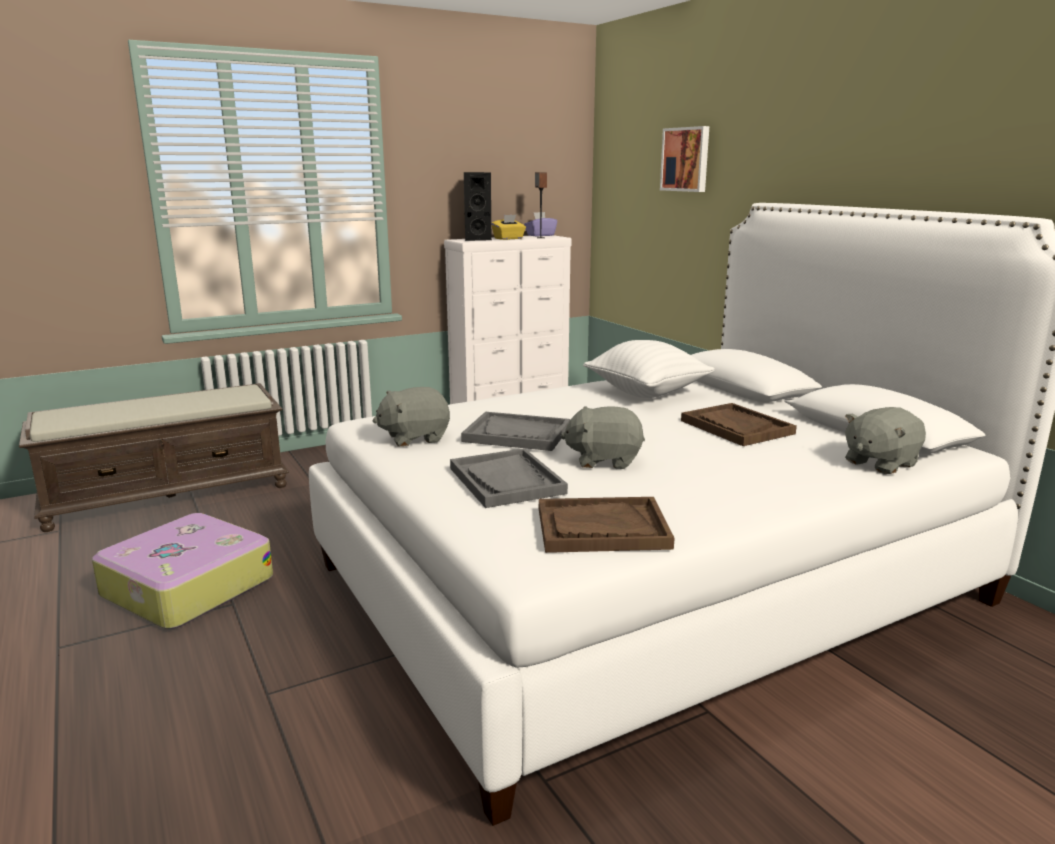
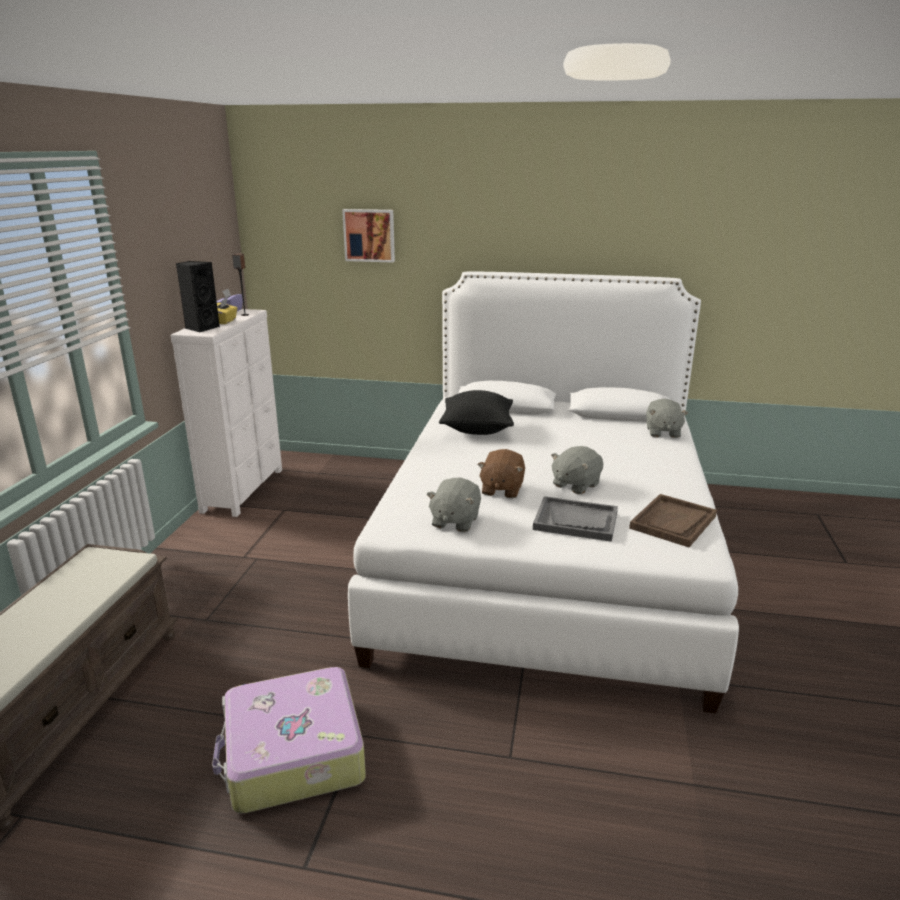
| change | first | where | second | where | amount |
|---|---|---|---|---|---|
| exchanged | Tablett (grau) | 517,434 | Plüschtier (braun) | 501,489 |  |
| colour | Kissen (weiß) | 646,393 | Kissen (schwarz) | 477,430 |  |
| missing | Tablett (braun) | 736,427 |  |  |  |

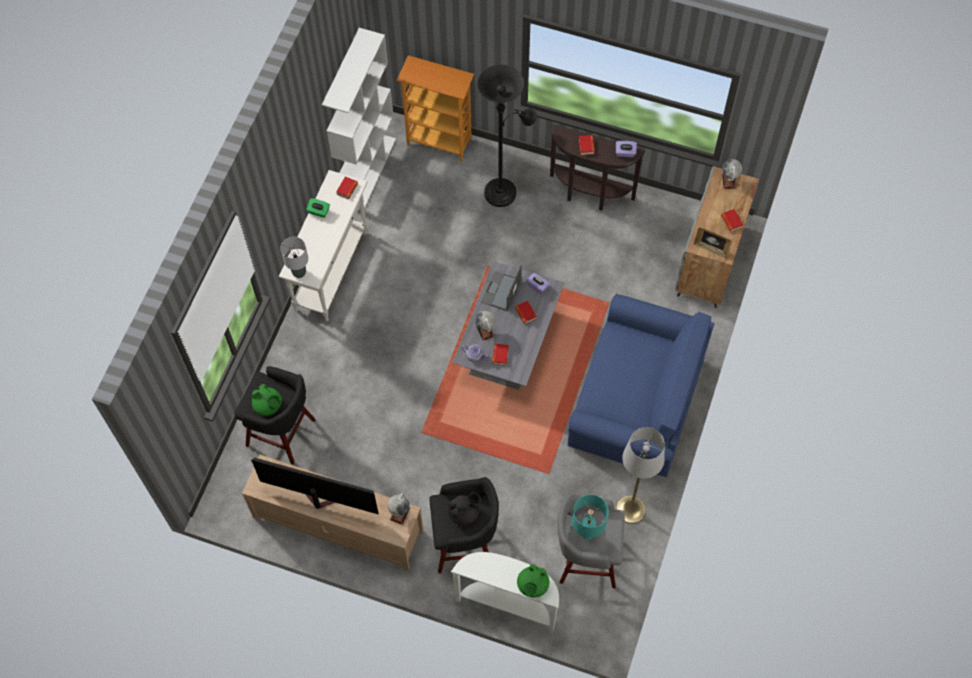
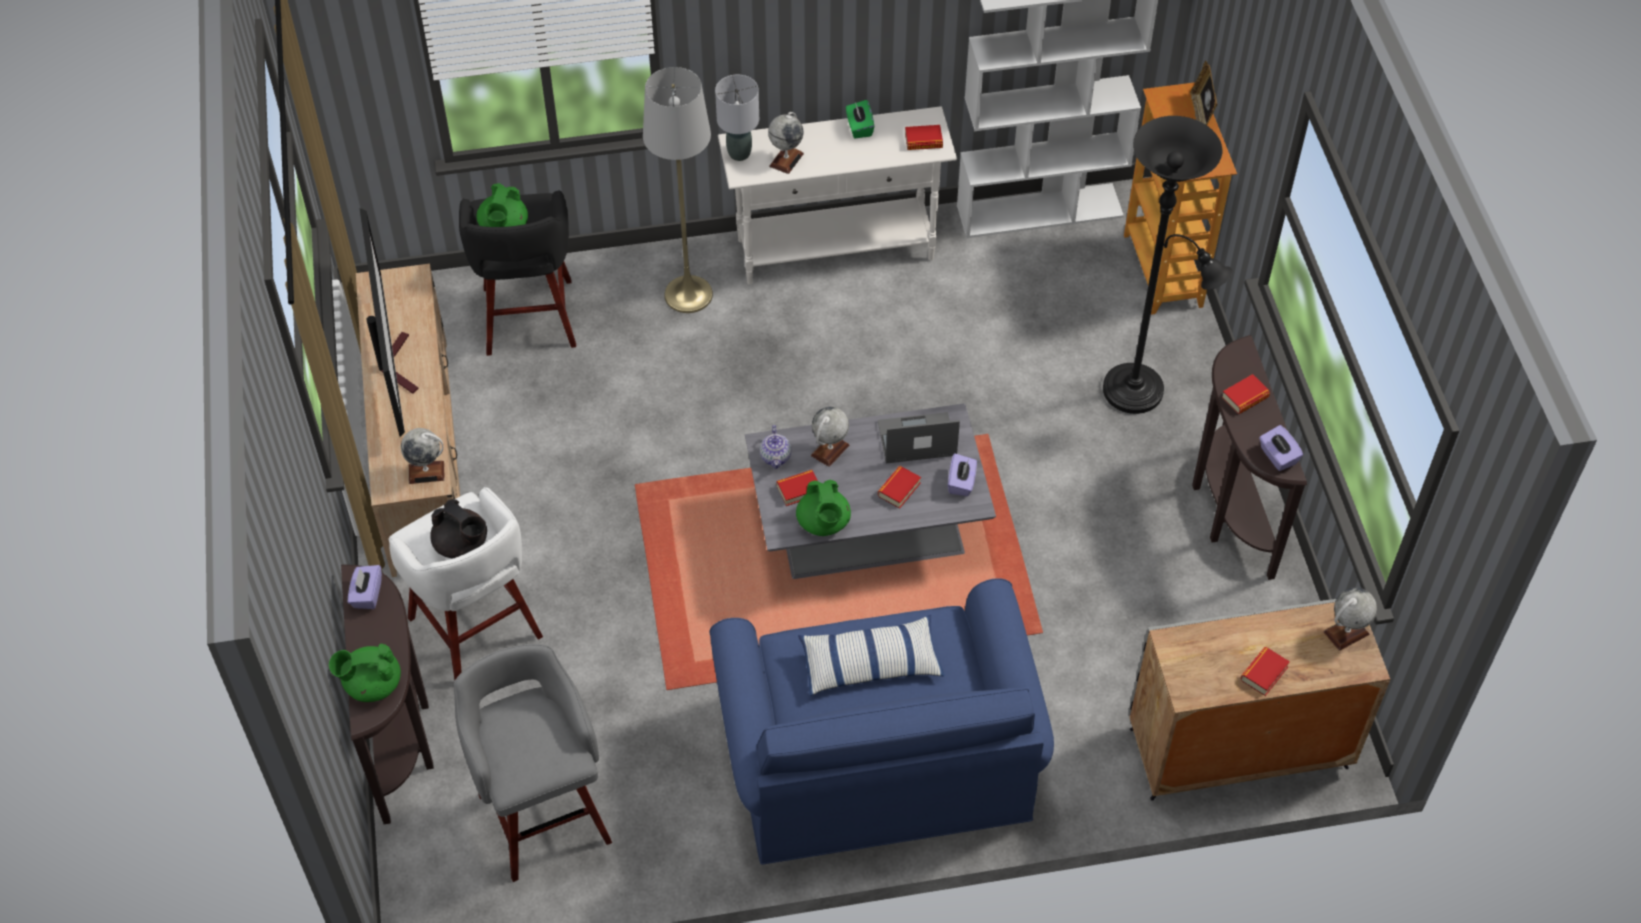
| change | first | where | second | where | amount |
|---|---|---|---|---|---|
| colour | Hocker (schwarz) | 465,544 | Hocker (weiß) | 477,631 |  |
| colour | Konsolentisch (weiß) | 508,604 | Konsolentisch (braun) | 403,737 |  |
| missing | Tischlampe (türkis) | 587,532 |  |  |  |
| relocated | Stehlampe (grau) | 630,509 |  | 688,294 |  |
| relocated | Bilderrahmen | 711,248 |  | 1201,115 |  |
| appeared |  |  | Taschentuchbox (lila) | 367,594 |  |
| appeared |  |  | Globus | 786,159 |  |
| appeared |  |  | Teekanne (grün) | 823,523 |  |
| appeared |  |  | Kissen | 870,664 |  |

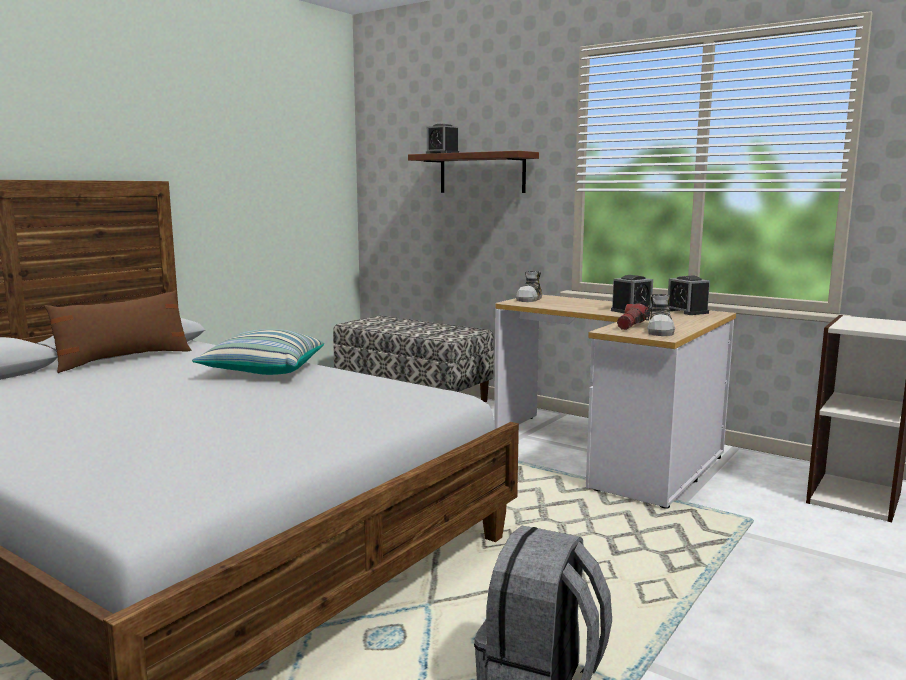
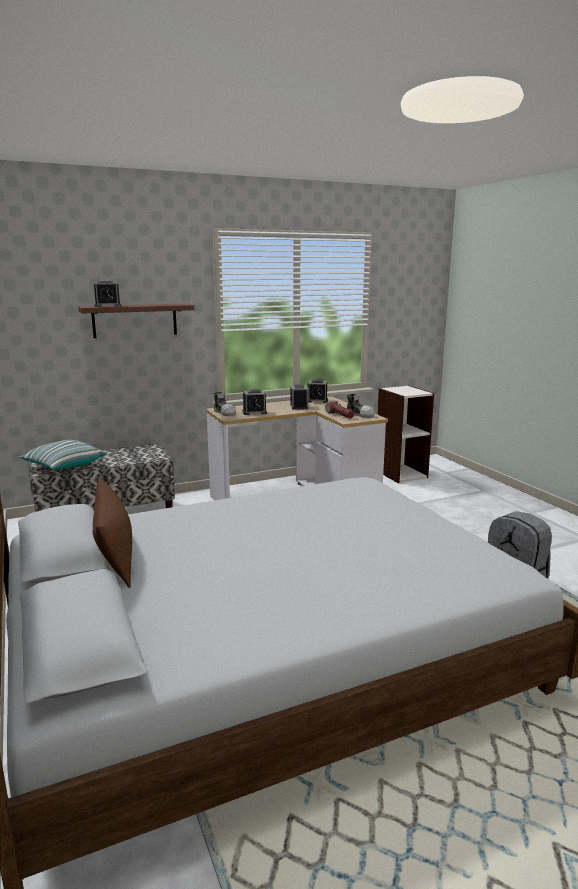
| change | first | where | second | where | amount |
|---|---|---|---|---|---|
| relocated | Kissen | 263,371 |  | 64,466 |  |
| appeared |  |  | Wecker | 254,412 |  |

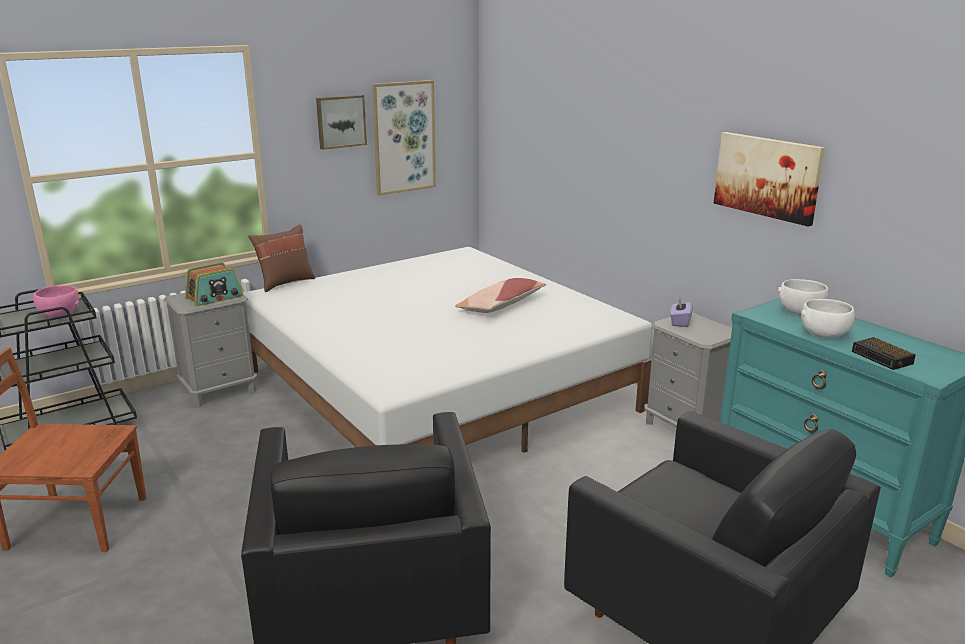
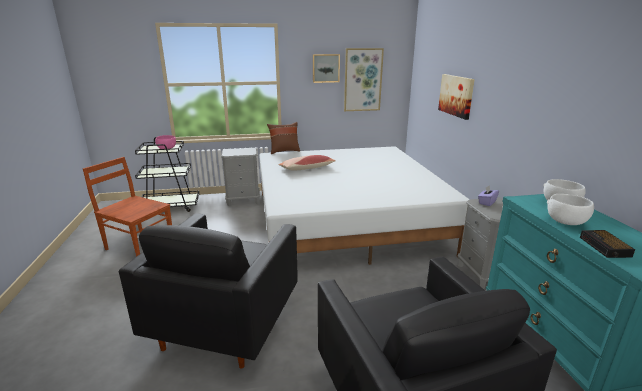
| change | first | where | second | where | amount |
|---|---|---|---|---|---|
| missing | Radio | 214,298 |  |  |  |
| relocated | Kissen | 501,305 |  | 307,168 |  |
| relocated | Bild | 767,177 |  | 456,95 |  |

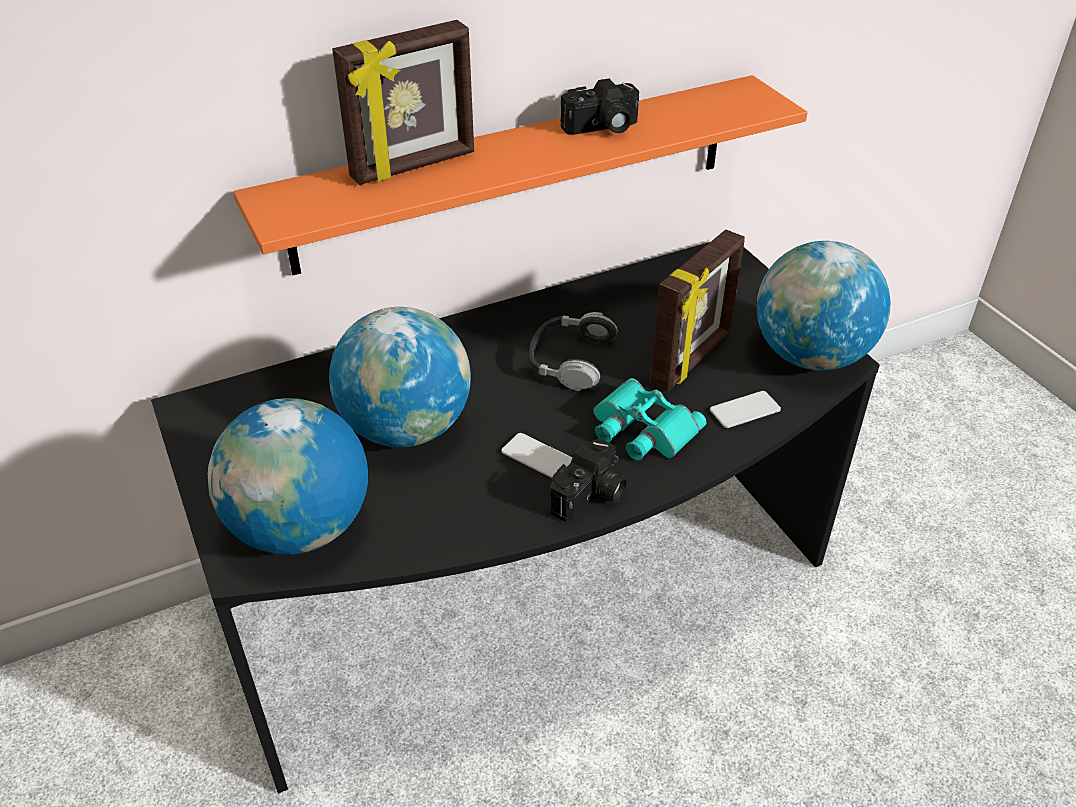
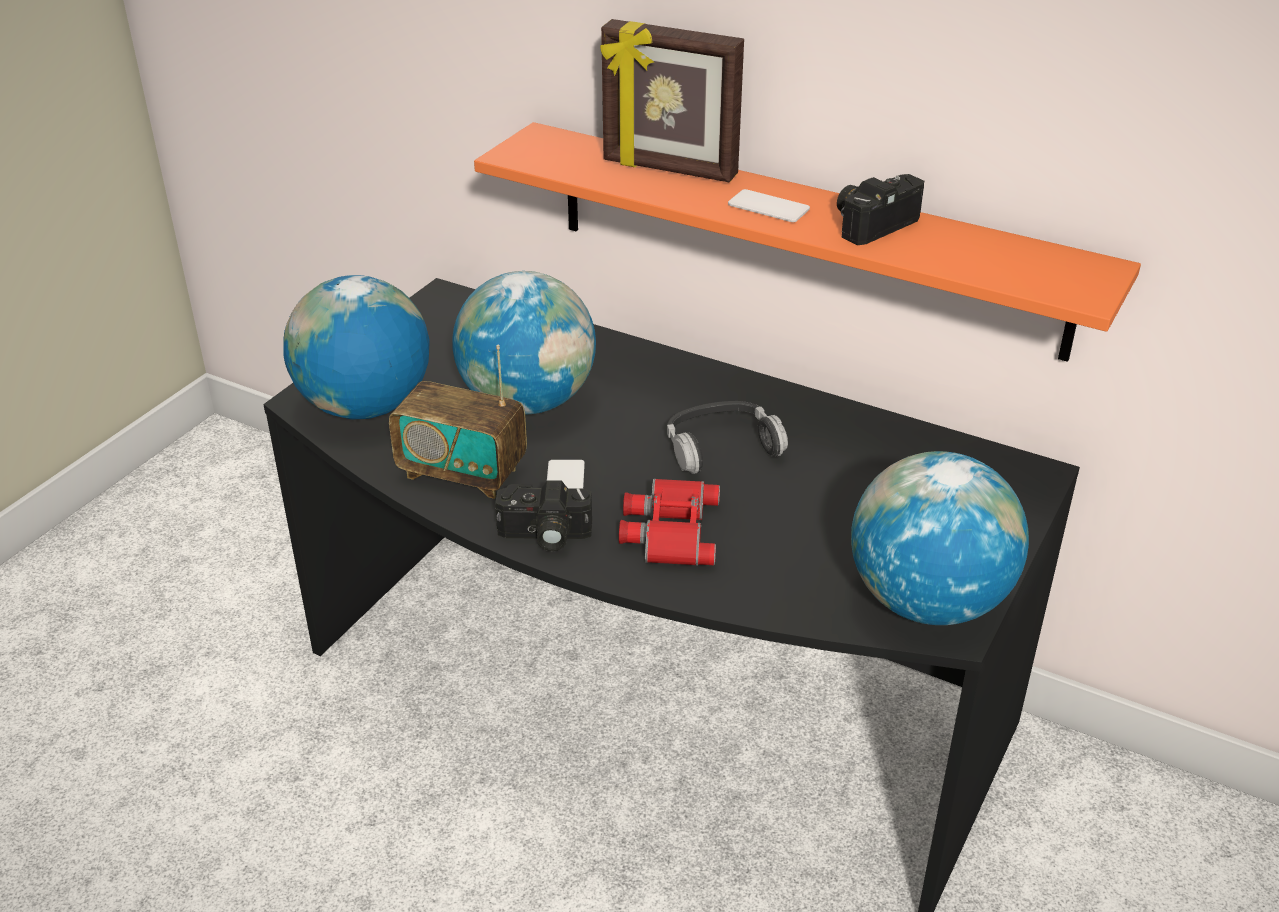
| change | first | where | second | where | amount |
|---|---|---|---|---|---|
| spun | Kamera | 602,128 |  | 873,223 | 105 degrees clockwise |
| colour | Fernglas (türkis) | 641,429 | Fernglas (rot) | 668,529 |  |
| missing | Bilderrahmen | 692,360 |  |  |  |
| relocated | Handy | 745,410 |  | 768,207 |  |
| appeared |  |  | Radio | 462,473 |  |

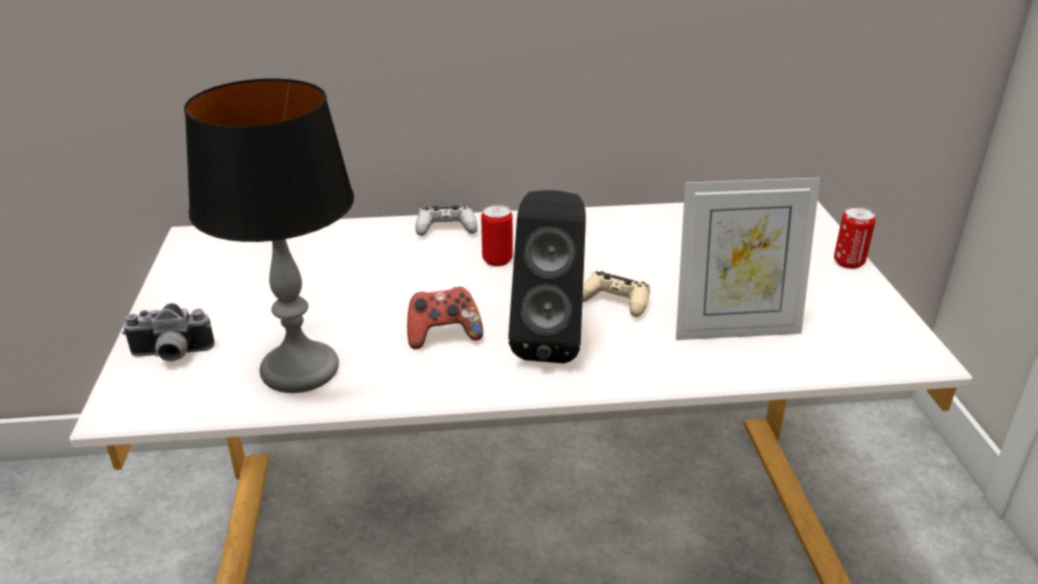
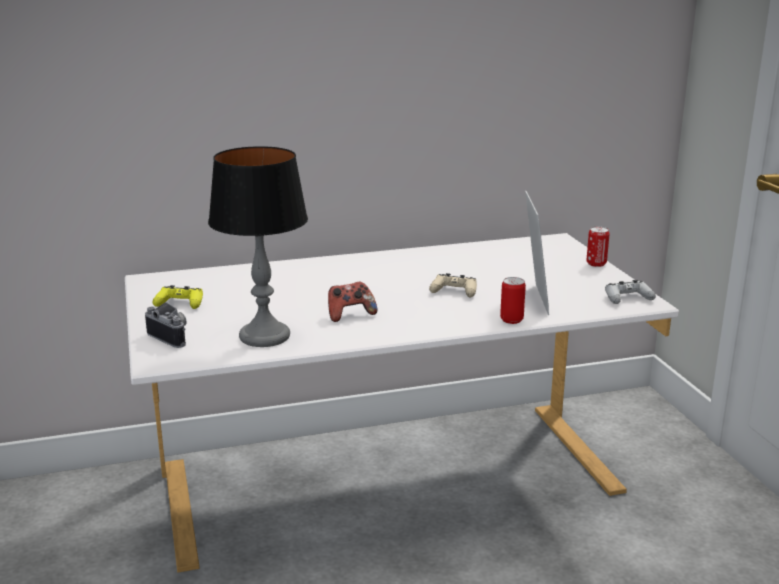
| change | first | where | second | where | amount |
|---|---|---|---|---|---|
| spun | Kamera | 171,355 |  | 173,336 | 120 degrees counterclockwise |
| relocated | Gamepad (weiß) | 446,228 |  | 627,298 |  |
| relocated | Dose | 497,260 |  | 511,320 |  |
| missing | Lautsprecher (schwarz) | 549,340 |  |  |  |
| spun | Bilderrahmen | 735,329 |  | 533,299 | 75 degrees counterclockwise |
| appeared |  |  | Gamepad (gelb) | 180,304 |  |

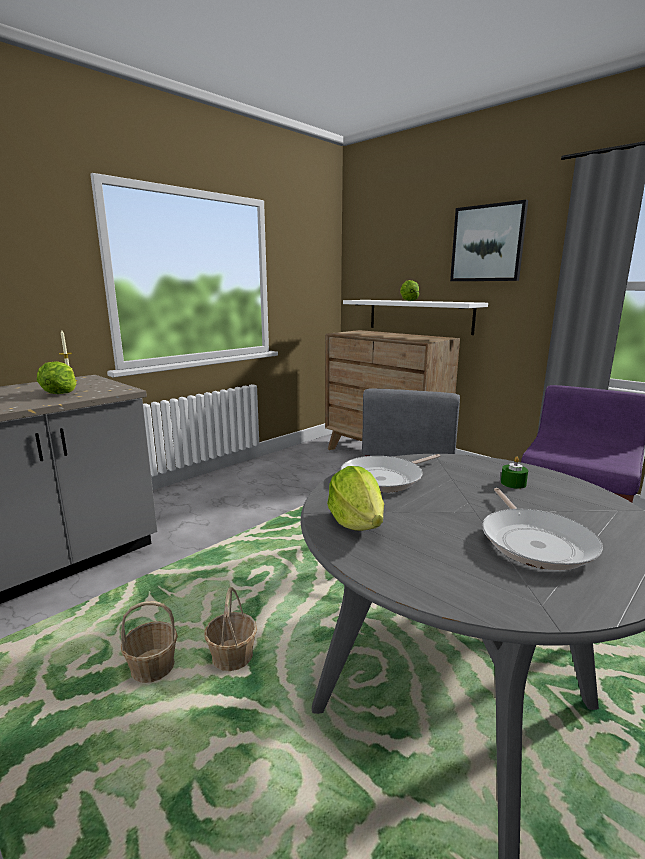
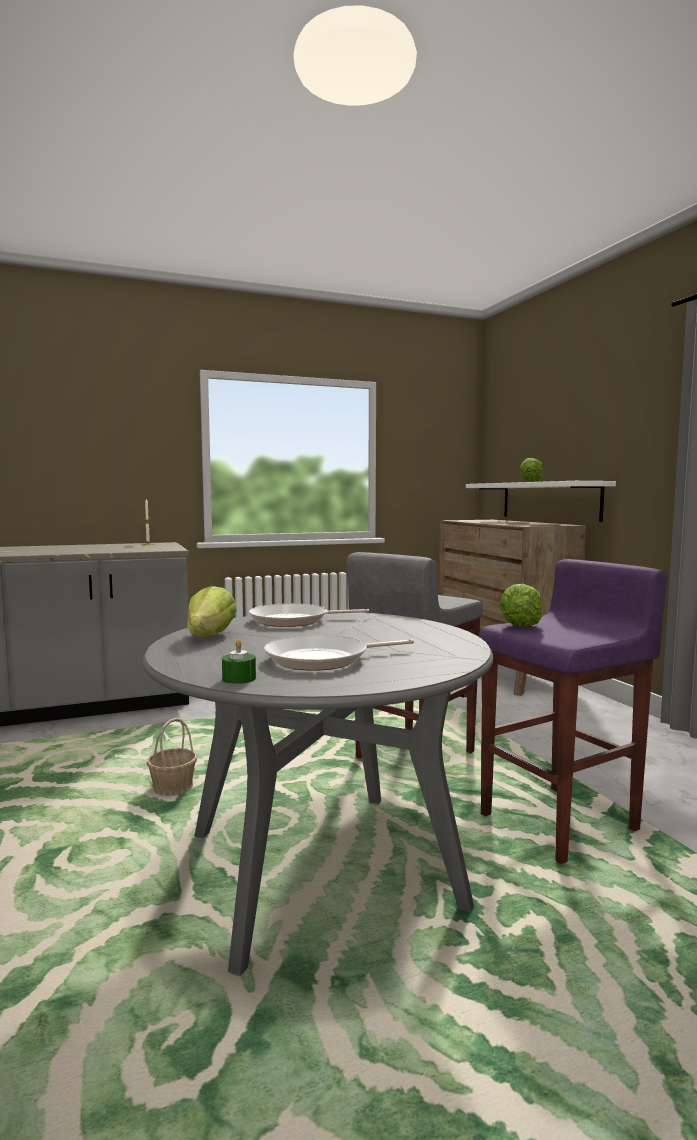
| change | first | where | second | where | amount |
|---|---|---|---|---|---|
| relocated | Salatkopf | 60,393 |  | 520,625 |  |
| missing | Korb | 152,667 |  |  |  |
| missing | Bild | 487,243 |  |  |  |
| spun | Pfanne | 534,542 |  | 323,659 | 45 degrees clockwise |
| relocated | Kerze (grün) | 513,483 |  | 239,678 |  |

